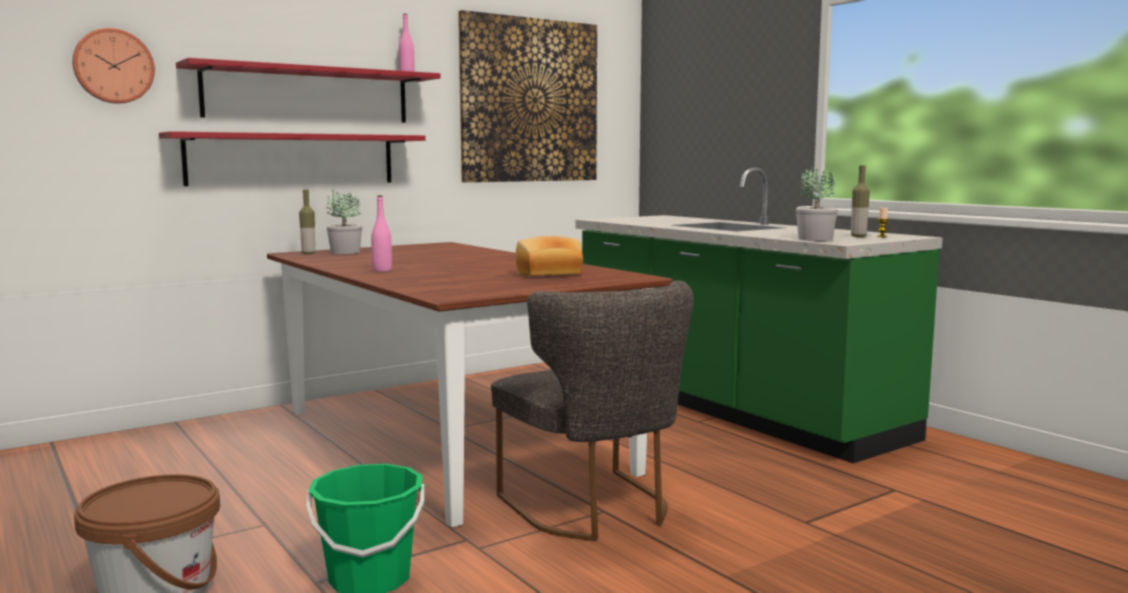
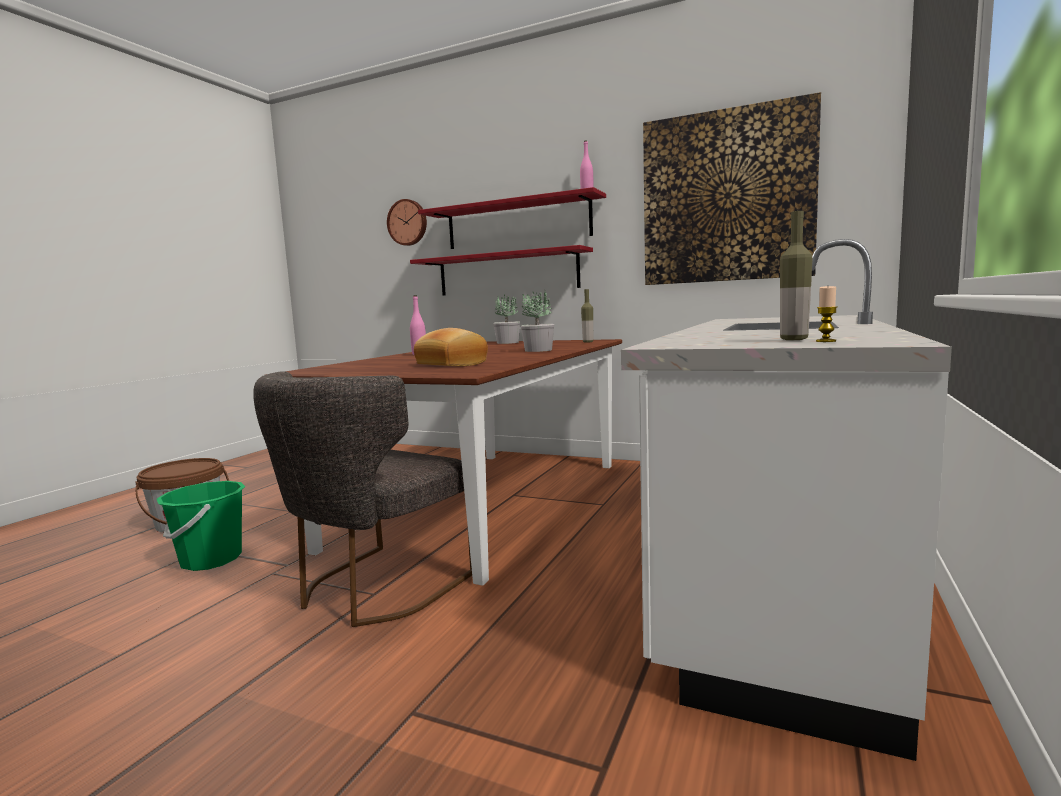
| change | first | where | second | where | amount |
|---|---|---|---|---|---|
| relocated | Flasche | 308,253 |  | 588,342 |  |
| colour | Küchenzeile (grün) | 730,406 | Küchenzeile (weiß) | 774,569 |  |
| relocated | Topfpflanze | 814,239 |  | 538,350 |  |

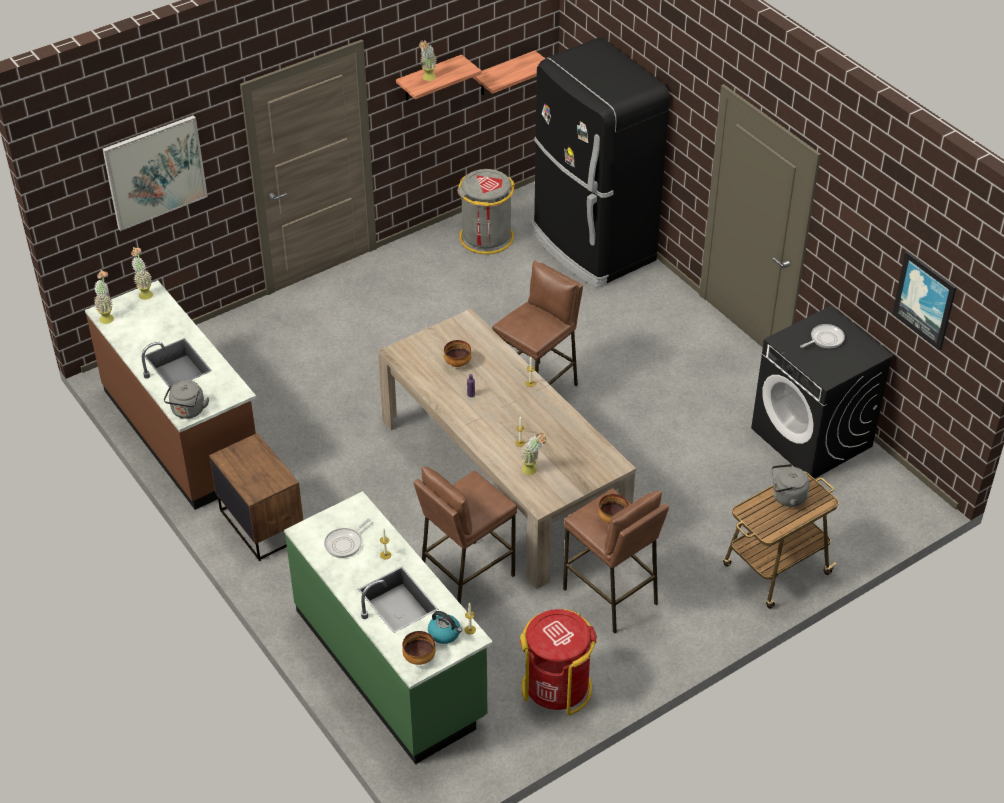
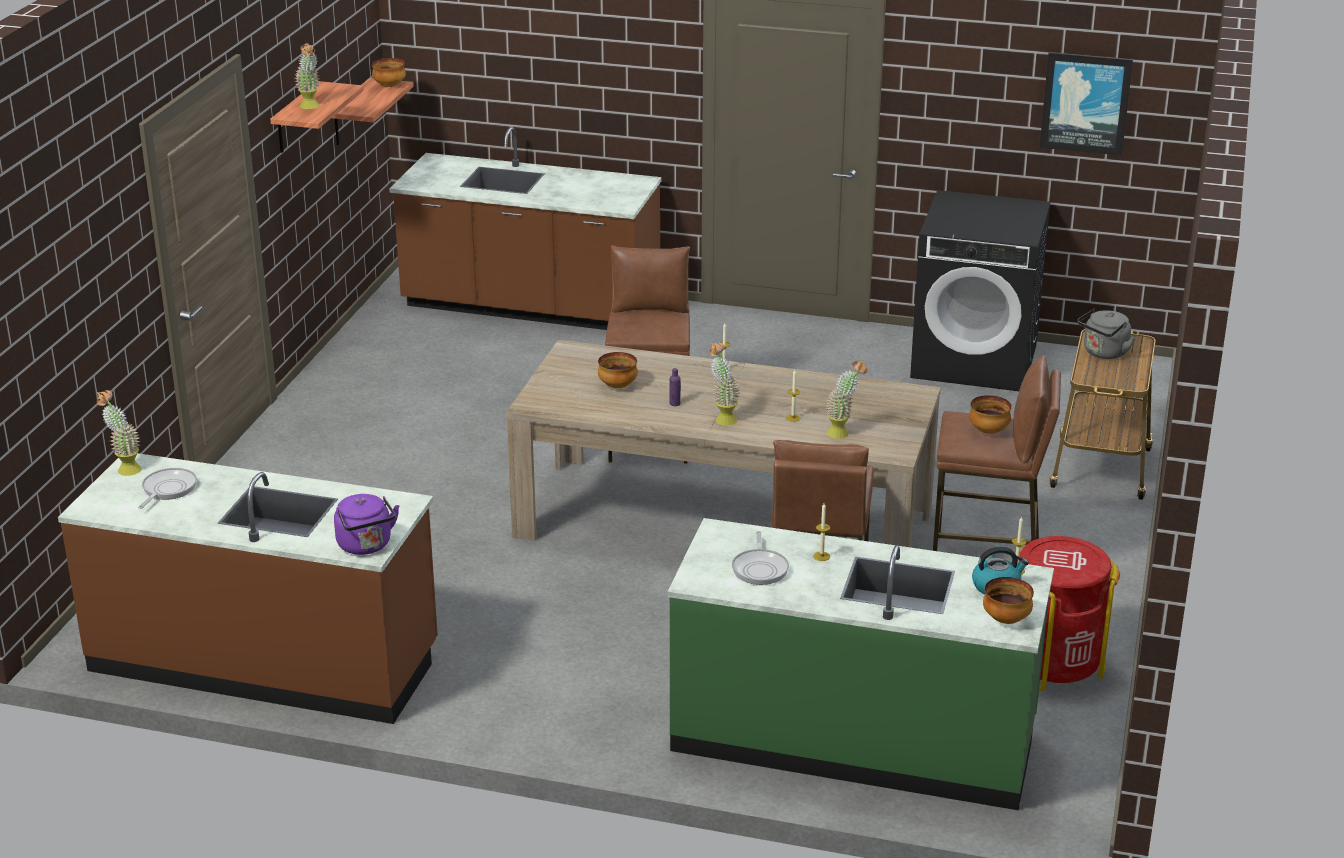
| change | first | where | second | where | amount |
|---|---|---|---|---|---|
| relocated | Topfpflanze | 107,316 |  | 722,418 |  |
| missing | Bild | 155,172 |  |  |  |
| colour | Wasserkessel (grau) | 188,411 | Wasserkessel (lila) | 366,546 |  |
| missing | Nachttisch (braun) | 262,524 |  |  |  |
| missing | Mülleimer (grau) | 486,237 |  |  |  |
| exchanged | Kühlschrank (schwarz) | 591,246 | Küchenzeile (braun) | 530,307 |  |
| relocated | Pfanne | 825,339 |  | 167,489 |  |
| appeared |  |  | Schüssel | 389,86 |  |

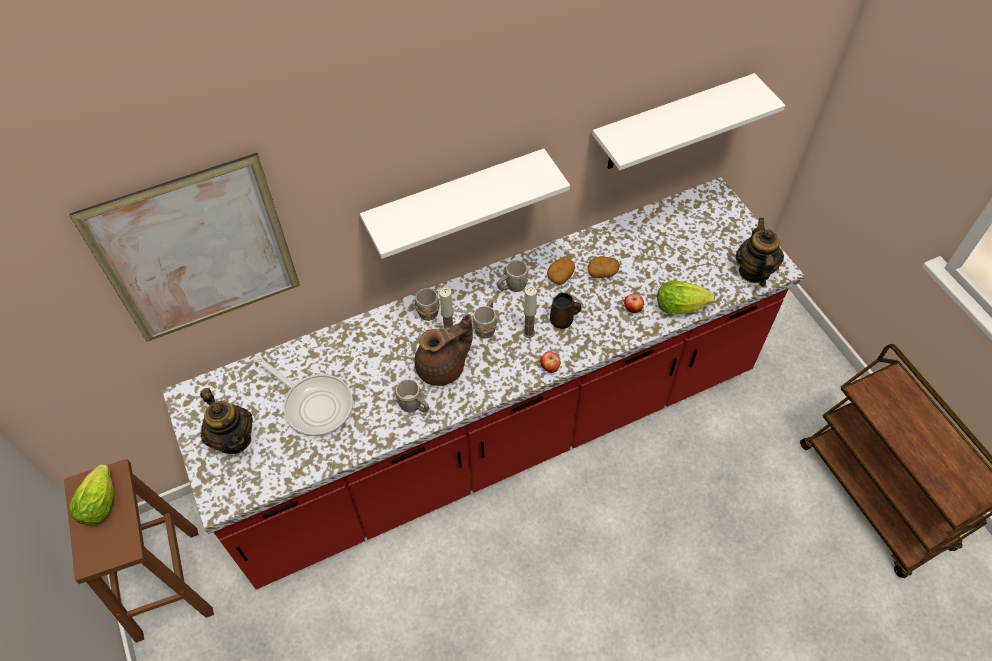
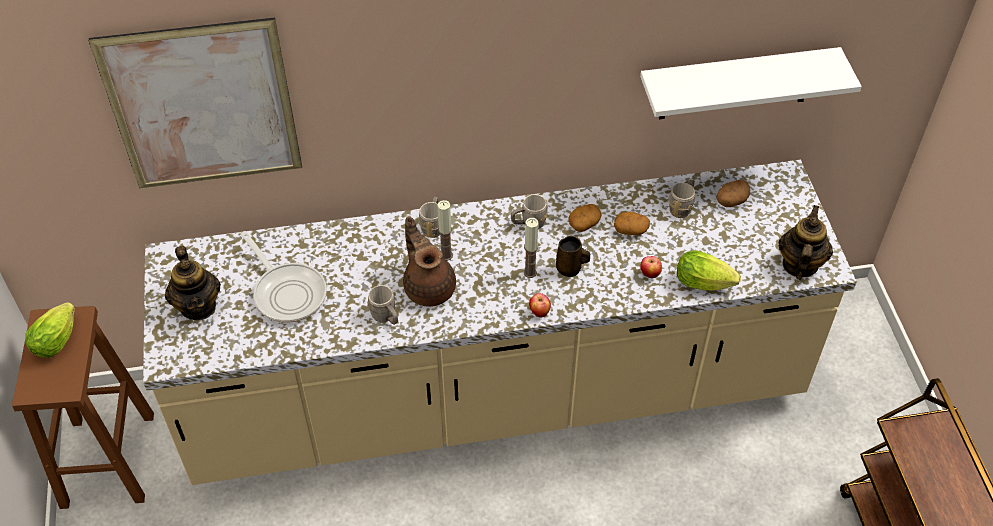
| change | first | where | second | where | amount |
|---|---|---|---|---|---|
| colour | Küchenzeile (rot) | 497,435 | Küchenzeile (beige) | 496,397 |  |
| missing | Wandregal (weiß) | 455,202 |  |  |  |
| spun | Teekanne (braun) | 443,367 |  | 429,287 | 105 degrees counterclockwise |
| relocated | Henkelbecher (grau) | 486,326 |  | 682,207 |  |
| appeared |  |  | Kartoffel | 731,201 |  |

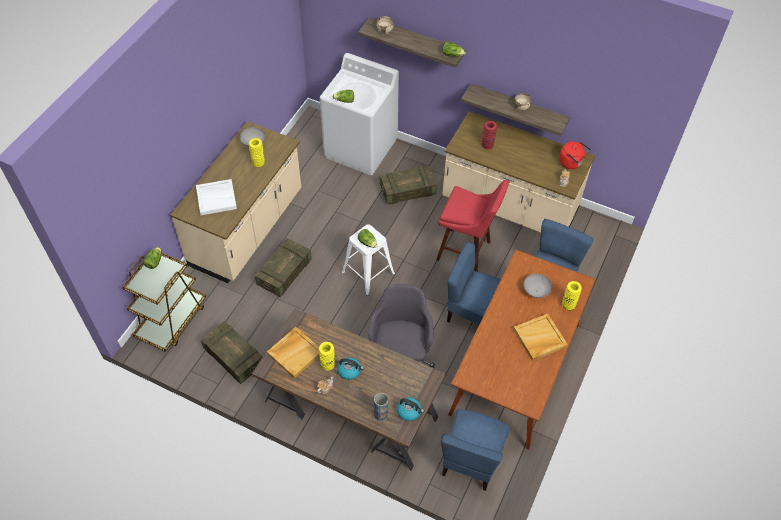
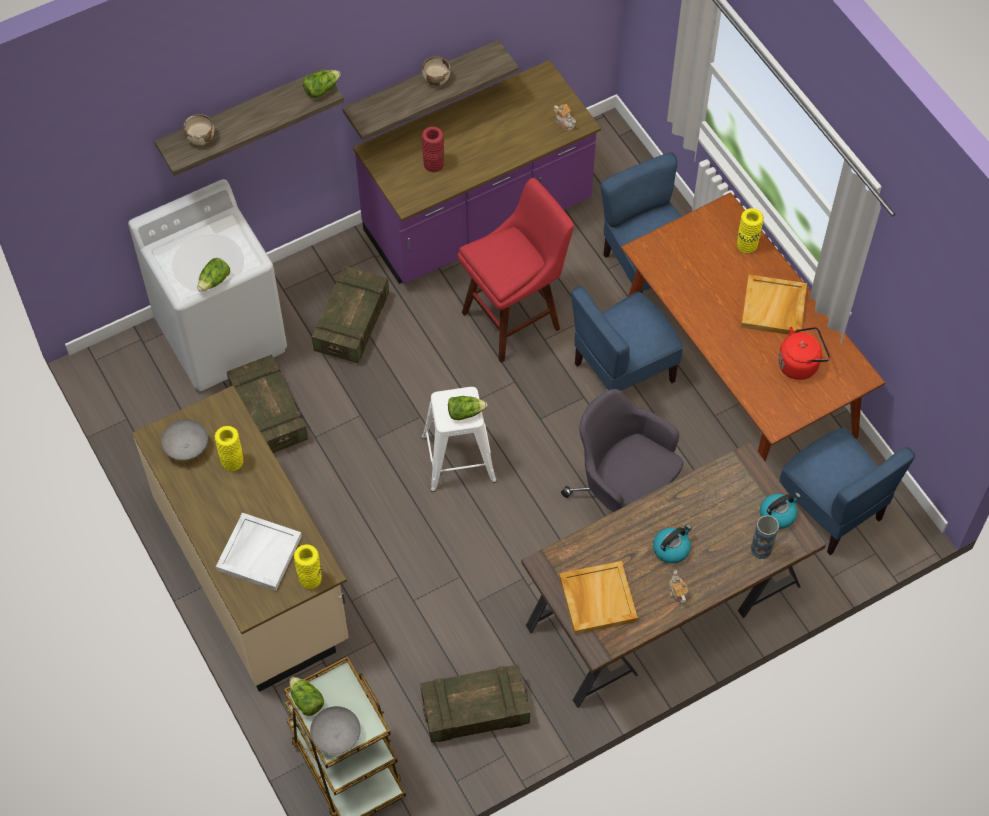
| change | first | where | second | where | amount |
|---|---|---|---|---|---|
| relocated | Kiste | 284,273 |  | 269,414 |  |
| relocated | Vase (gelb) | 328,364 |  | 310,578 |  |
| colour | Küchenzeile (beige) | 509,206 | Küchenzeile (lila) | 478,219 |  |
| relocated | Schüssel (grau) | 536,291 |  | 337,736 |  |
| relocated | Wasserkessel (rot) | 572,163 |  | 800,364 |  |

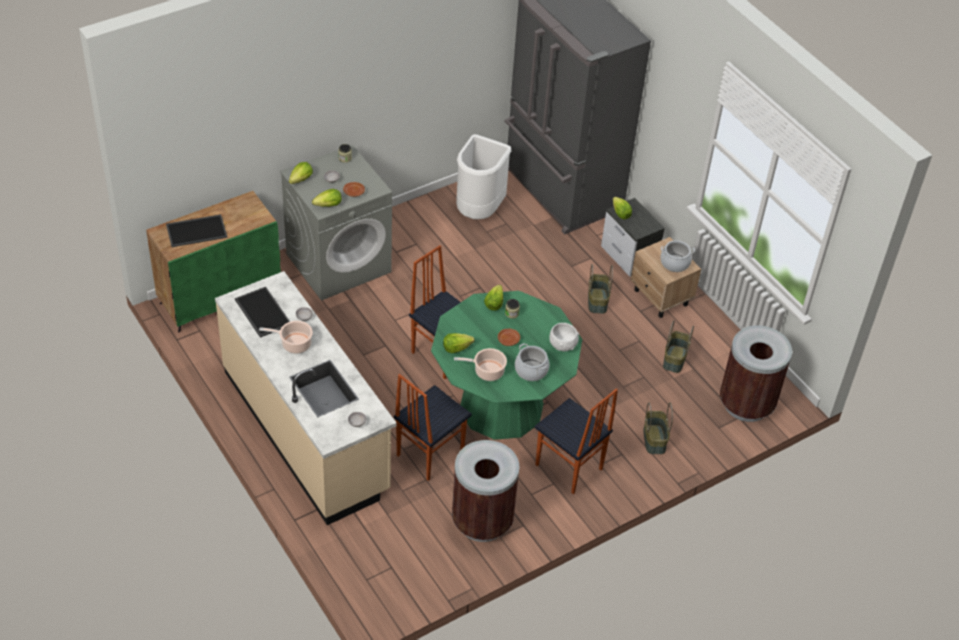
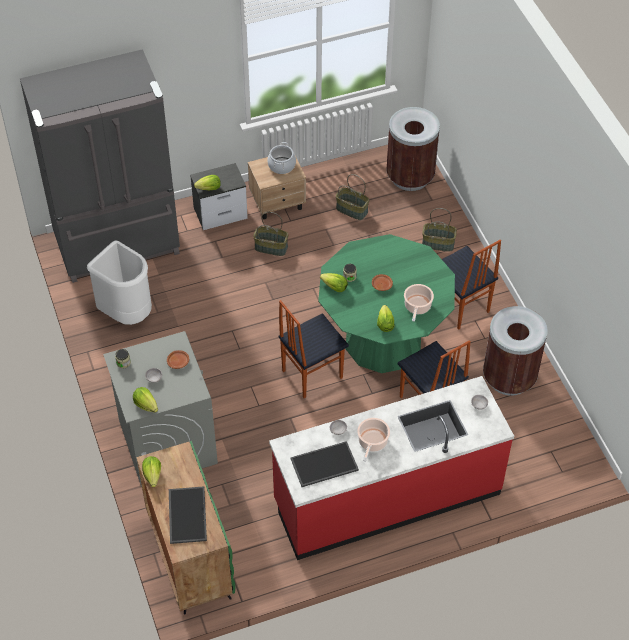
| change | first | where | second | where | amount |
|---|---|---|---|---|---|
| colour | Küchenzeile (beige) | 306,431 | Küchenzeile (rot) | 386,497 |  |
| relocated | Salatkopf | 328,205 |  | 152,475 |  |
| missing | Kochtopf | 531,370 |  |  |  |
| spun | Stuhl | 568,468 |  | 460,307 | 90 degrees clockwise |
| missing | Schüssel (weiß) | 563,344 |  |  |  |

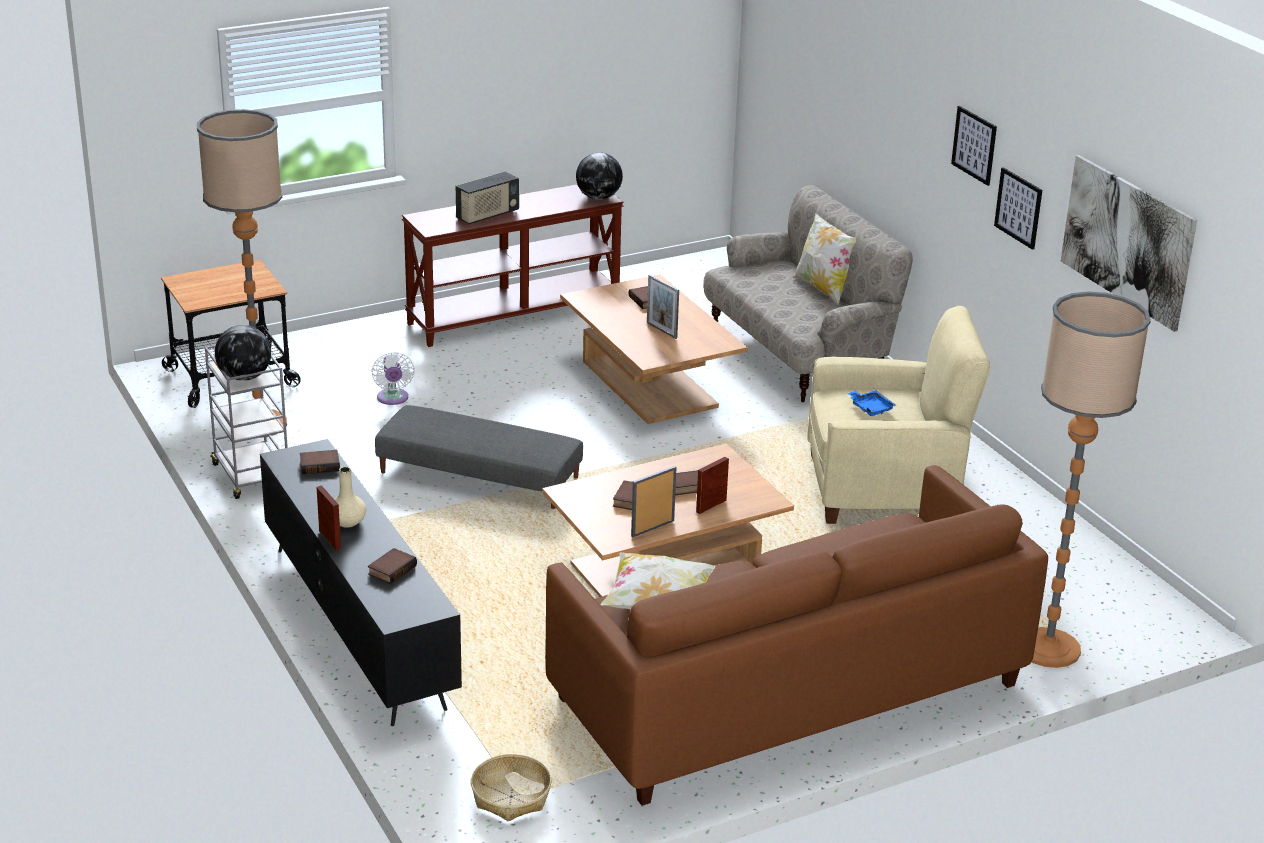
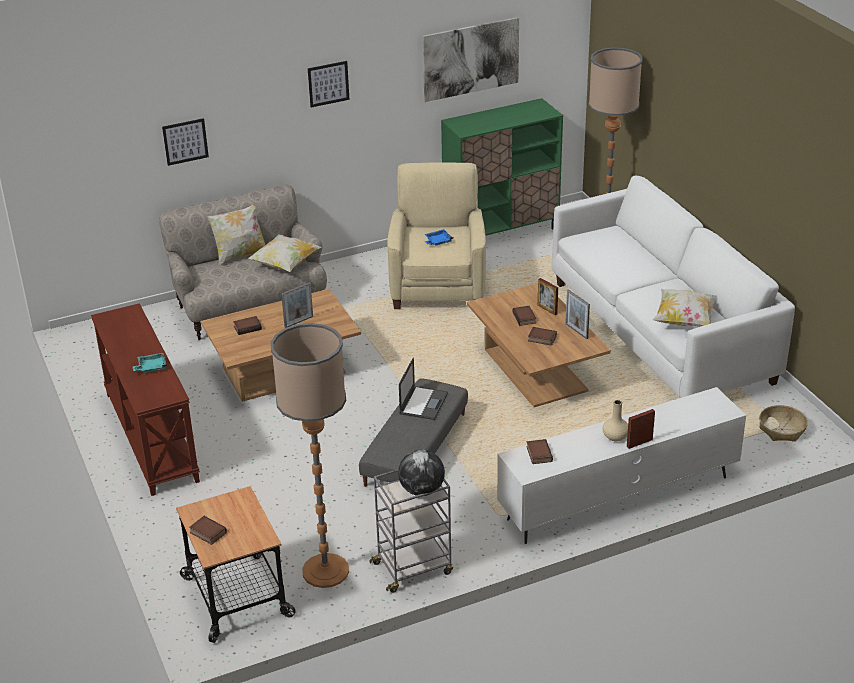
| change | first | where | second | where | amount |
|---|---|---|---|---|---|
| colour | Fernsehschrank (schwarz) | 359,626 | Fernsehschrank (weiß) | 618,497 |  |
| relocated | Buch | 391,569 |  | 207,533 |  |
| missing | Ventilator (weiß) | 393,399 |  |  |  |
| exchanged | Radio | 487,215 | Tablett (türkis) | 151,367 |  |
| colour | Sofa (braun) | 788,691 | Sofa (weiß) | 660,332 |  |
| missing | Globus | 598,197 |  |  |  |
| relocated | Bild | 1018,208 |  | 185,141 |  |
| appeared |  |  | Kissen | 285,264 |  |
| appeared |  |  | Laptop | 423,403 |  |
| appeared |  |  | Schrank (grün) | 501,231 |  |

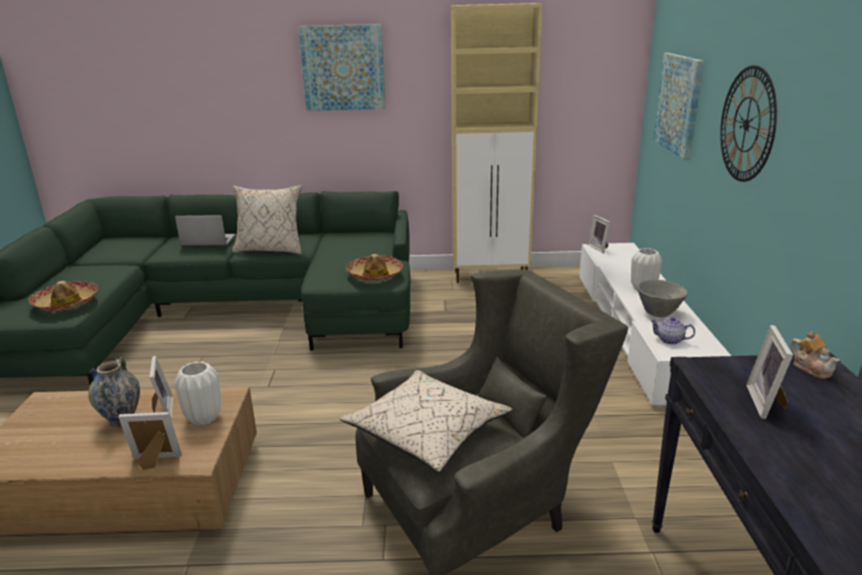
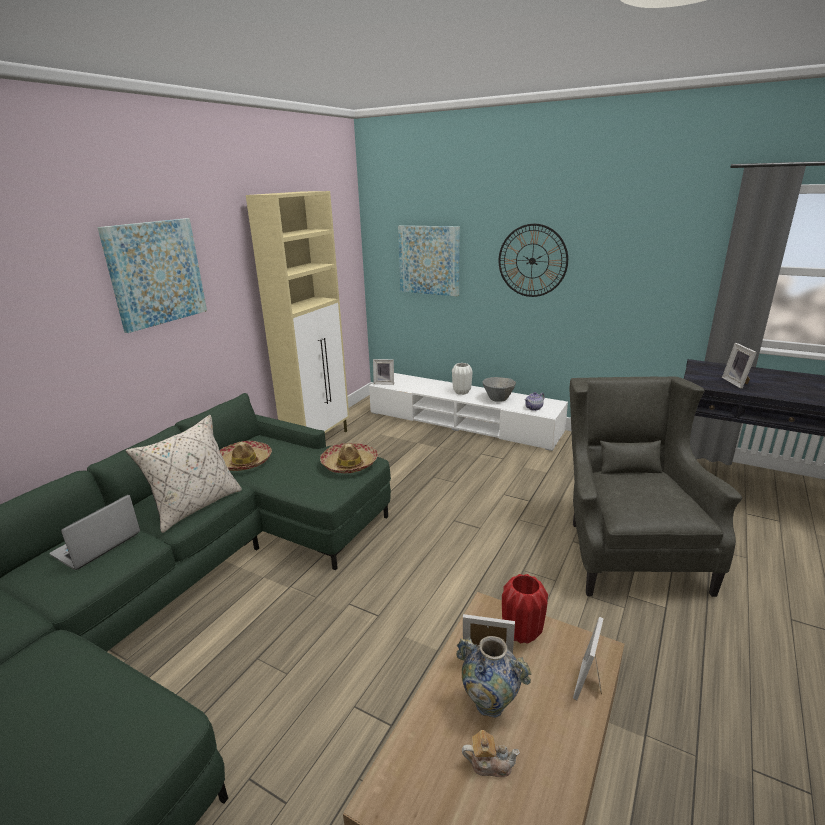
| change | first | where | second | where | amount |
|---|---|---|---|---|---|
| relocated | Hut | 66,303 |  | 244,462 |  |
| colour | Vase (weiß) | 203,418 | Vase (rot) | 521,633 |  |
| missing | Kissen (beige) | 427,432 |  |  |  |
| spun | Bilderrahmen | 767,402 |  | 737,382 | 45 degrees clockwise |
| relocated | Teekanne | 811,368 |  | 490,763 |  |

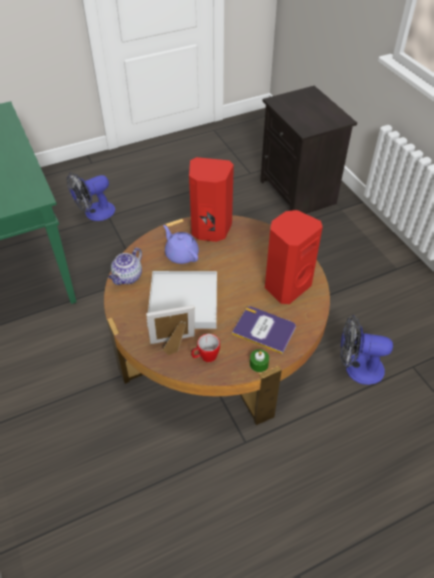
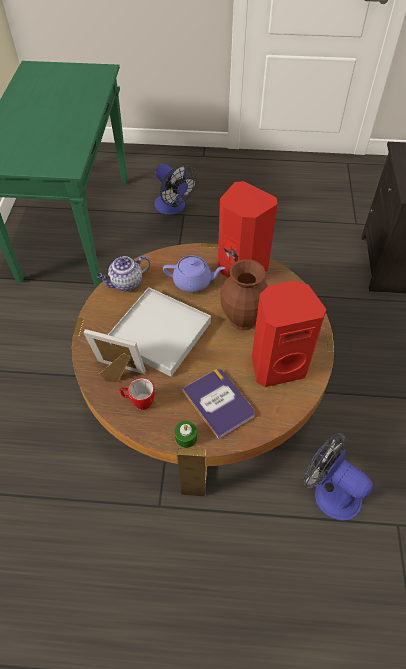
| change | first | where | second | where | amount |
|---|---|---|---|---|---|
| spun | Ventilator | 95,213 |  | 173,207 | 120 degrees counterclockwise |
| spun | Teekanne (lila) | 181,254 |  | 193,282 | 105 degrees clockwise |
| appeared |  |  | Vase (braun) | 243,320 |  |

